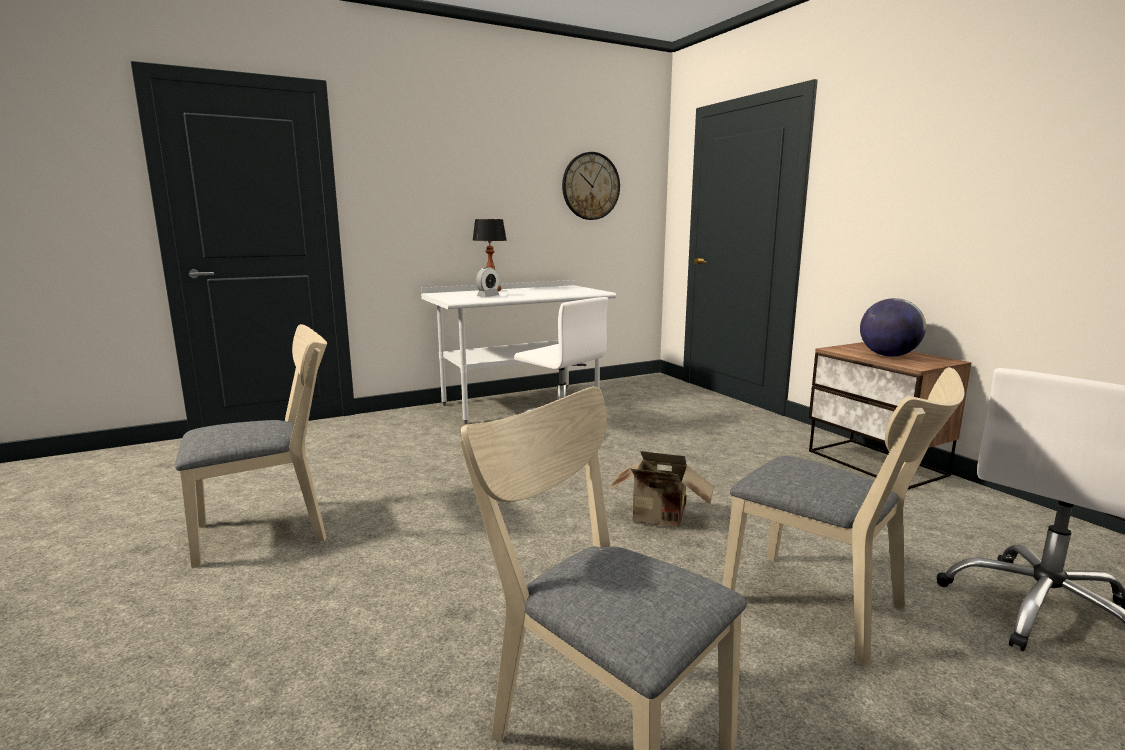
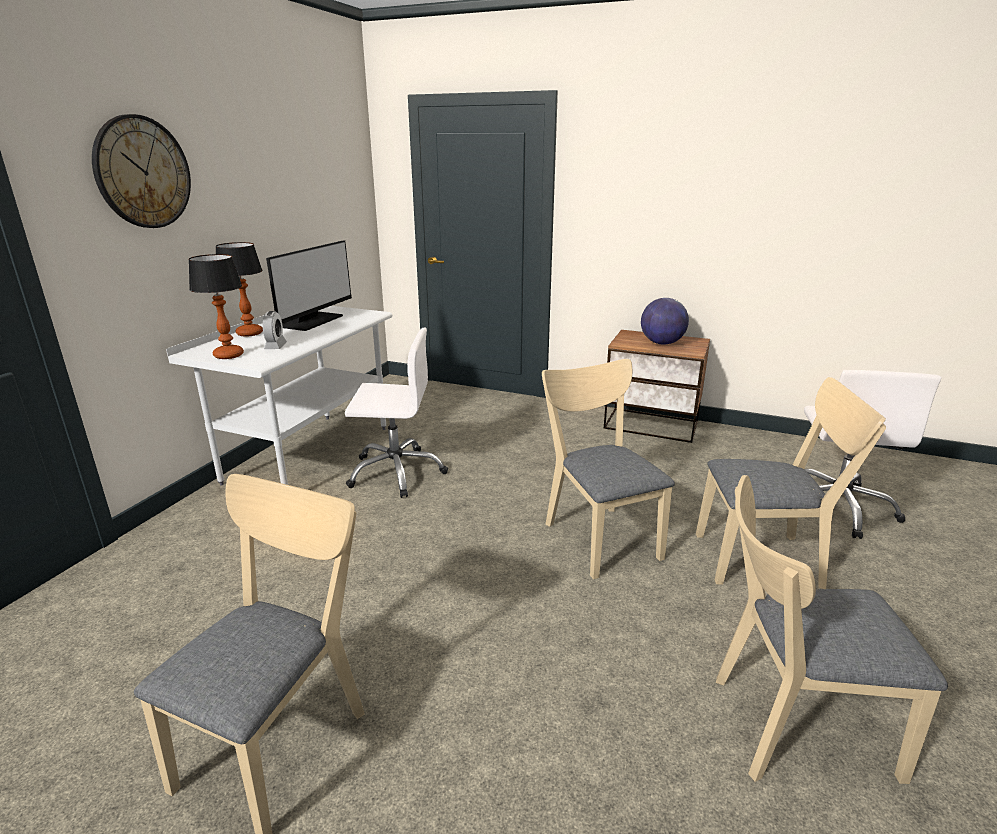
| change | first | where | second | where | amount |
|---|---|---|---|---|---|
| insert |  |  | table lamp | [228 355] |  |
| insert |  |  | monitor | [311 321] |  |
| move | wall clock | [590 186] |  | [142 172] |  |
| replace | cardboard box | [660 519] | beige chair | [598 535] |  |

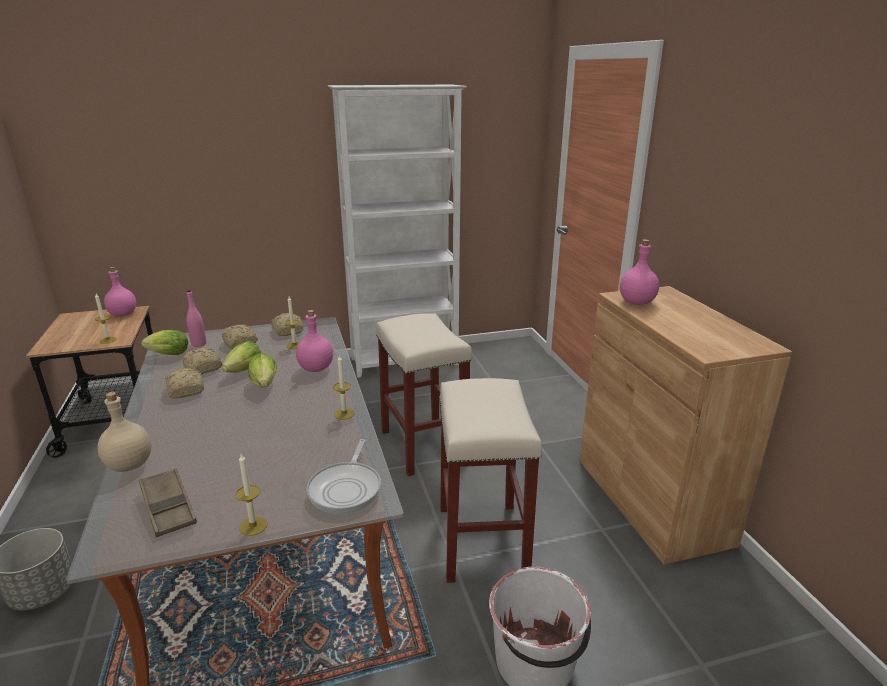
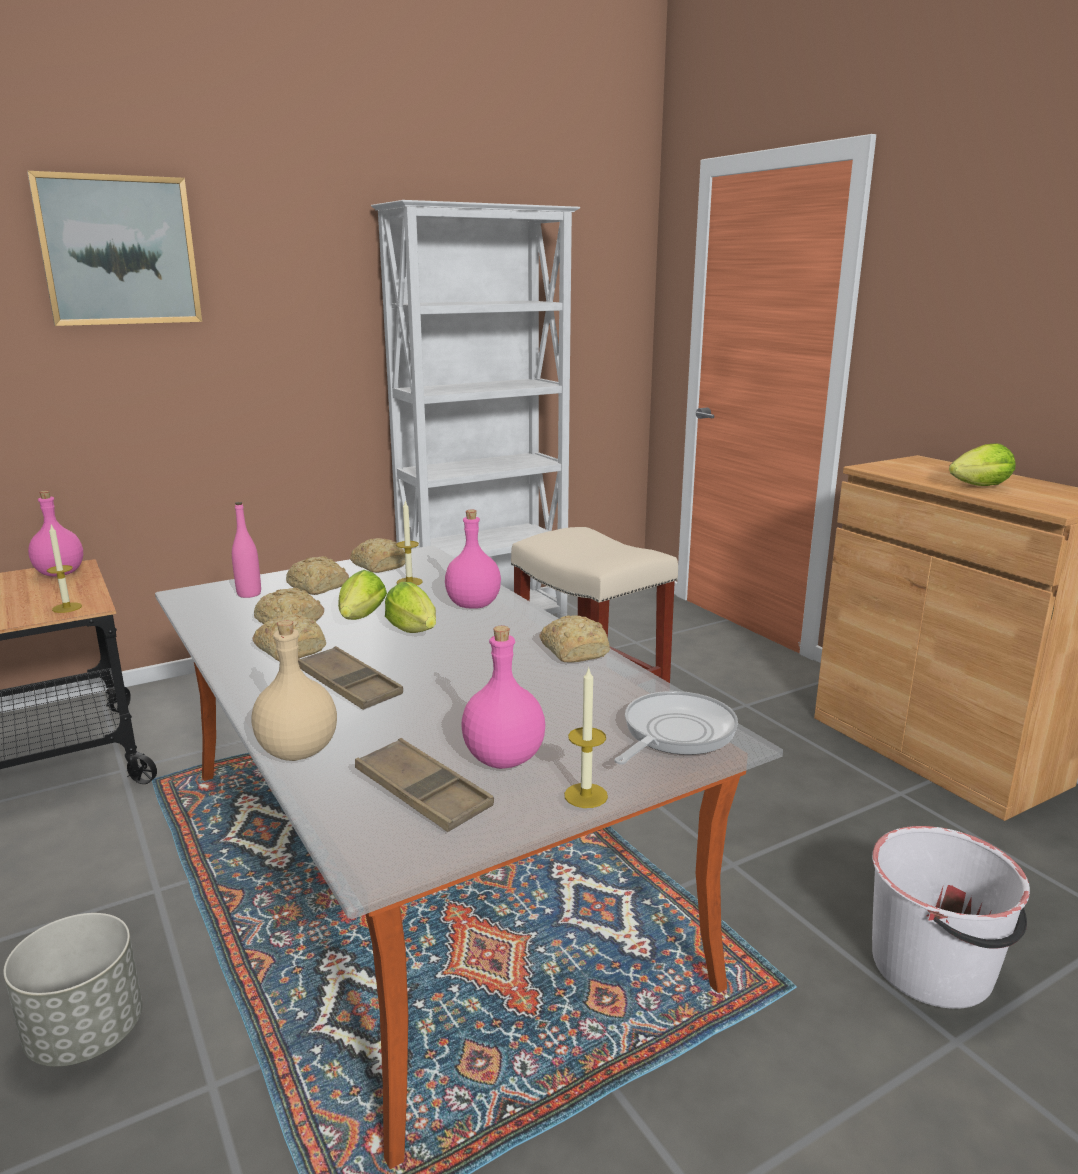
| change | first | where | second | where | amount |
|---|---|---|---|---|---|
| delete | beige stool | [483 542] |  |  |  |
| insert |  |  | picture | [119 251] |  |
| insert |  |  | brown tray | [349 685] |  |
| move | lettuce | [166 355] |  | [976 487] |  |
| move | pink bottle | [636 302] |  | [502 759] |  |
| replace | candle | [344 414] | bread | [575 651] |  |
| rotate | frying pan | [346 488] |  | [675 733] | 135 degrees counterclockwise |

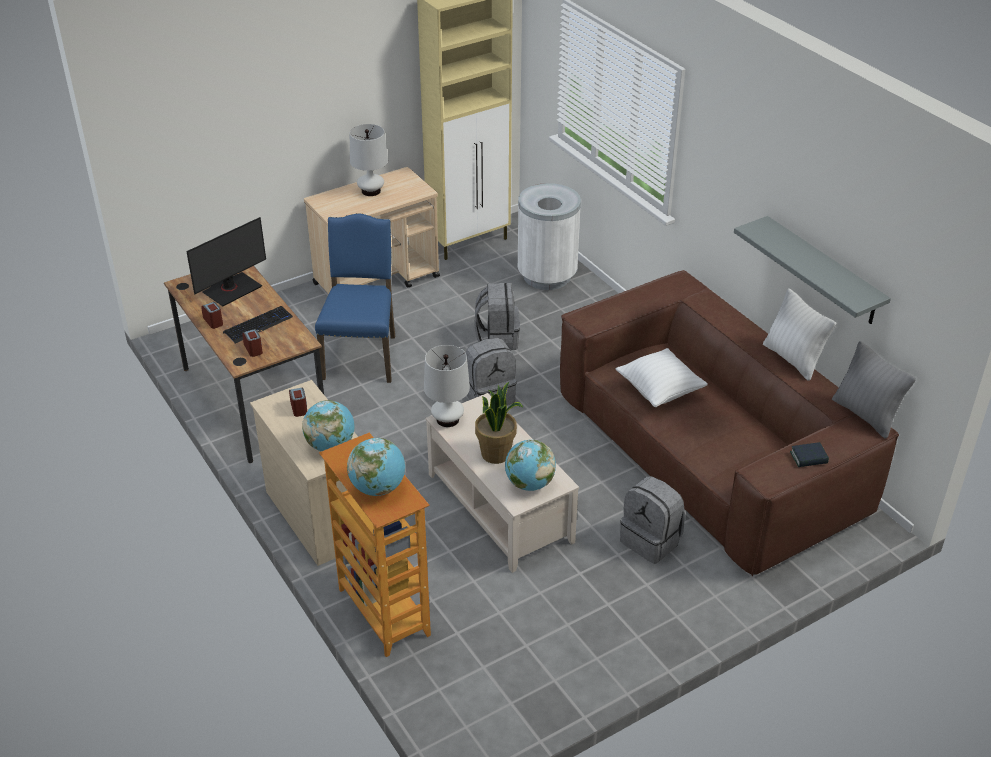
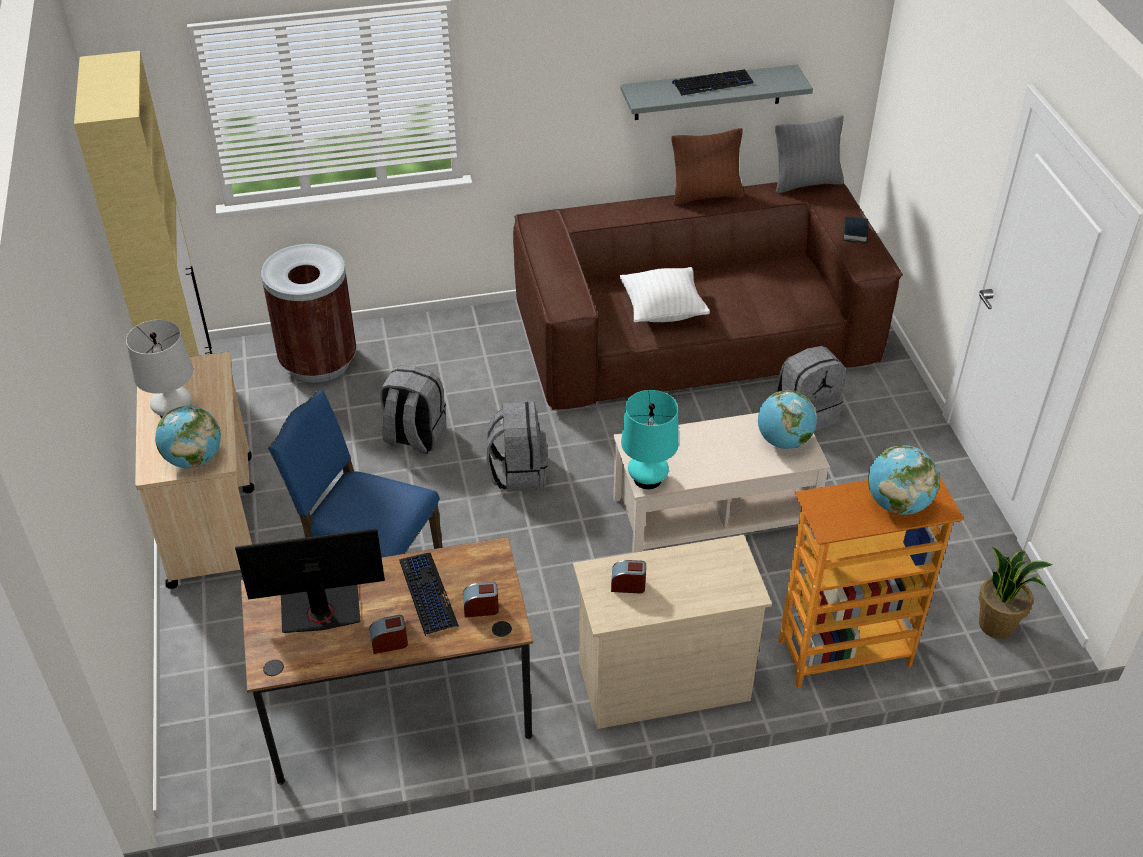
| change | first | where | second | where | amount |
|---|---|---|---|---|---|
| insert |  |  | keyboard | [712 83] |  |
| move | globe | [330 445] |  | [194 459] |  |
| move | potted plant | [496 454] |  | [997 624] |  |
| recolor | white table lamp | [447 419] | turquoise table lamp | [647 479] |  |
| recolor | white trash can | [547 276] | brown trash can | [319 361] |  |
| recolor | white pillow | [793 359] | brown pillow | [706 195] |  |
| rotate | monitor | [231 289] |  | [320 609] | 75 degrees counterclockwise |

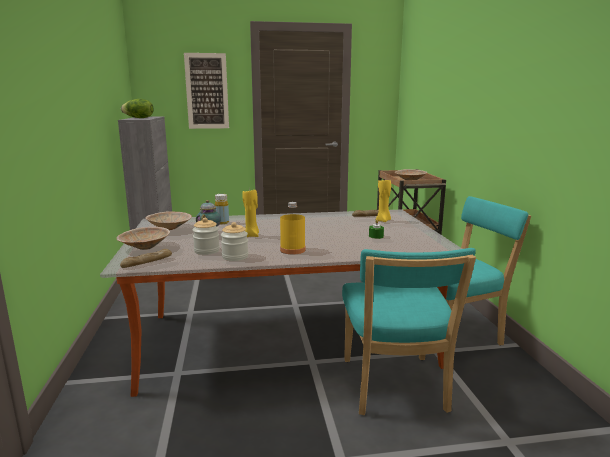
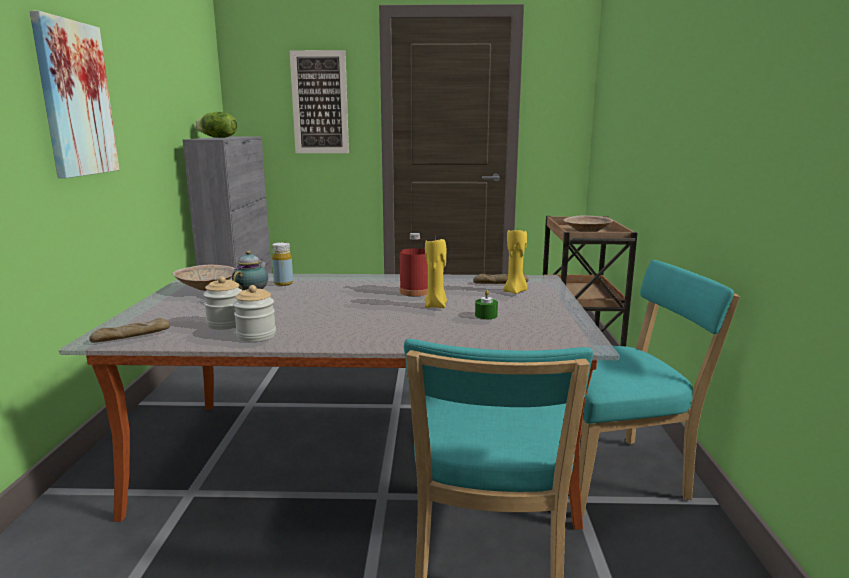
| change | first | where | second | where | amount |
|---|---|---|---|---|---|
| delete | beige bowl | [144 248] |  |  |  |
| delete | yellow bottle | [292 250] |  |  |  |
| insert |  |  | picture | [75 99] |  |
| insert |  |  | red bottle | [415 292] |  |
| move | yellow candle | [251 235] |  | [436 306] |  |

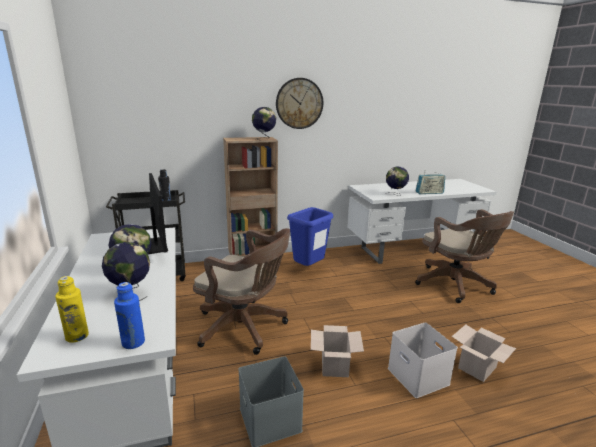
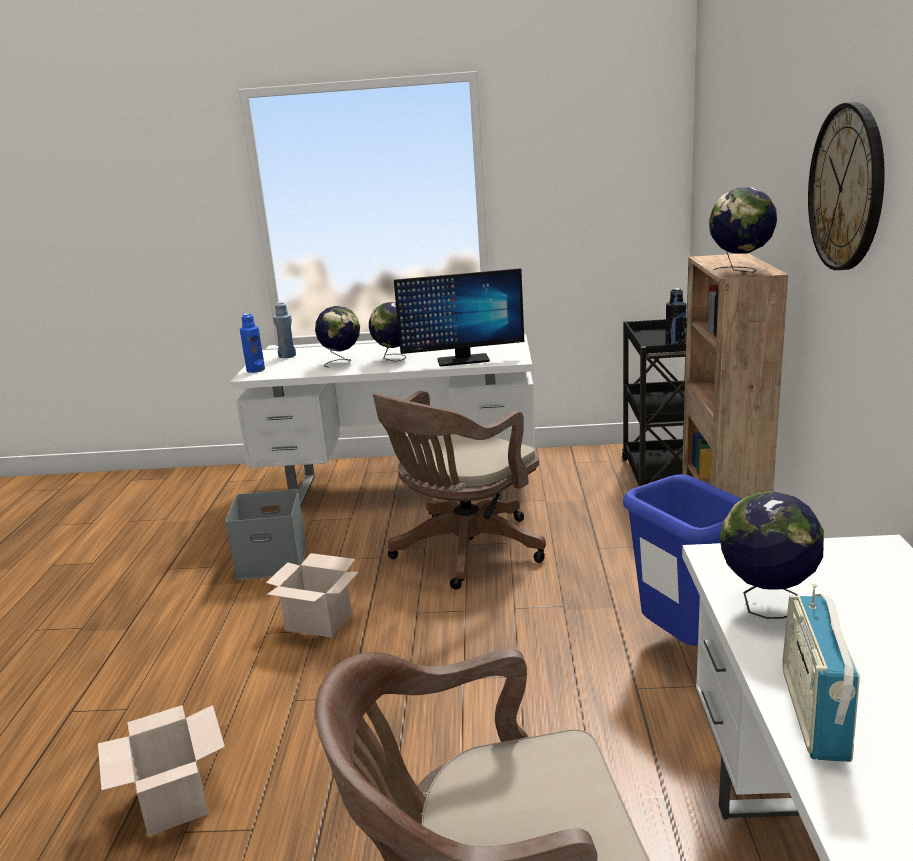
| change | first | where | second | where | amount |
|---|---|---|---|---|---|
| delete | white storage box | [416 376] |  |  |  |
| recolor | yellow bottle | [77 336] | blue bottle | [287 356] |  |

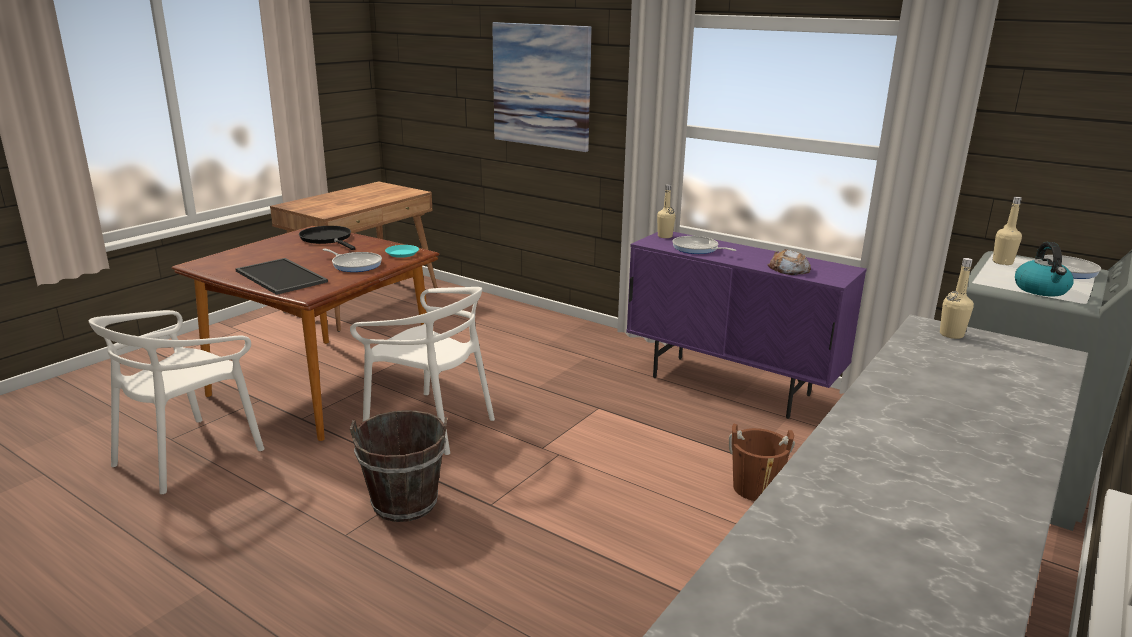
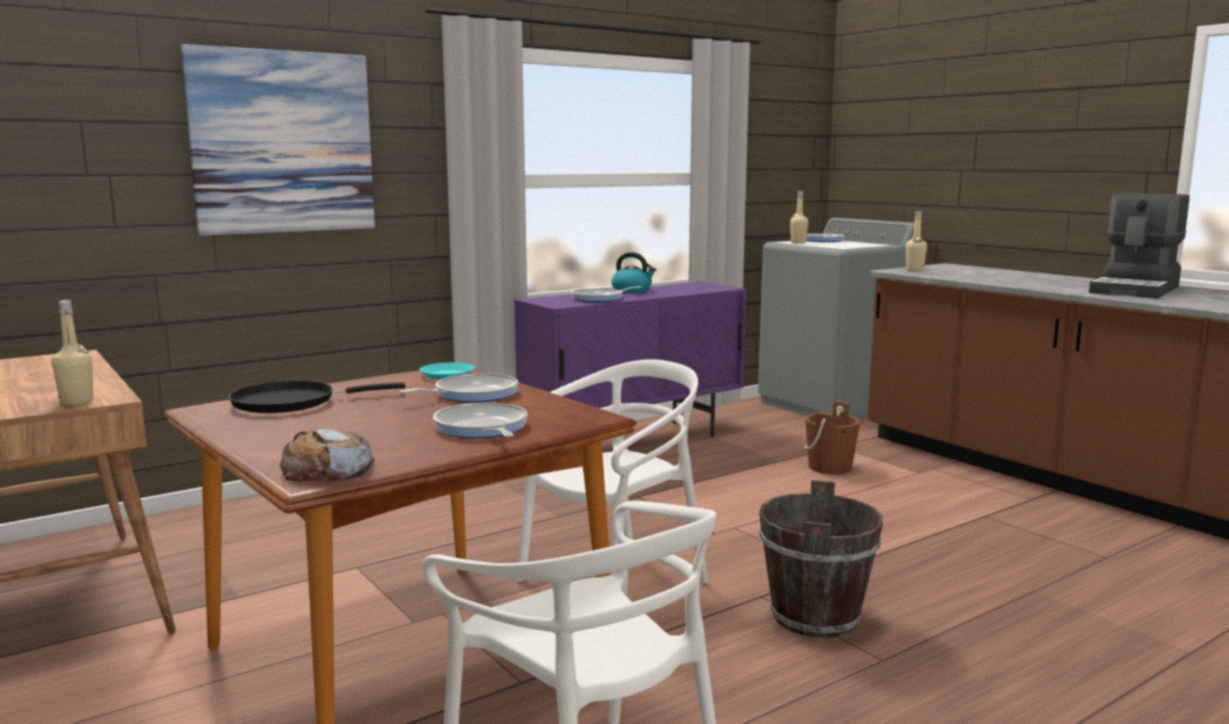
| change | first | where | second | where | amount |
|---|---|---|---|---|---|
| insert |  |  | coffee machine | [1136 290] |  |
| move | beige bottle | [665 236] |  | [77 402] |  |
| move | bread | [788 269] |  | [328 470] |  |
| move | kettle | [1041 290] |  | [632 291] |  |
| replace | tray | [279 276] | frying pan | [482 429] |  |

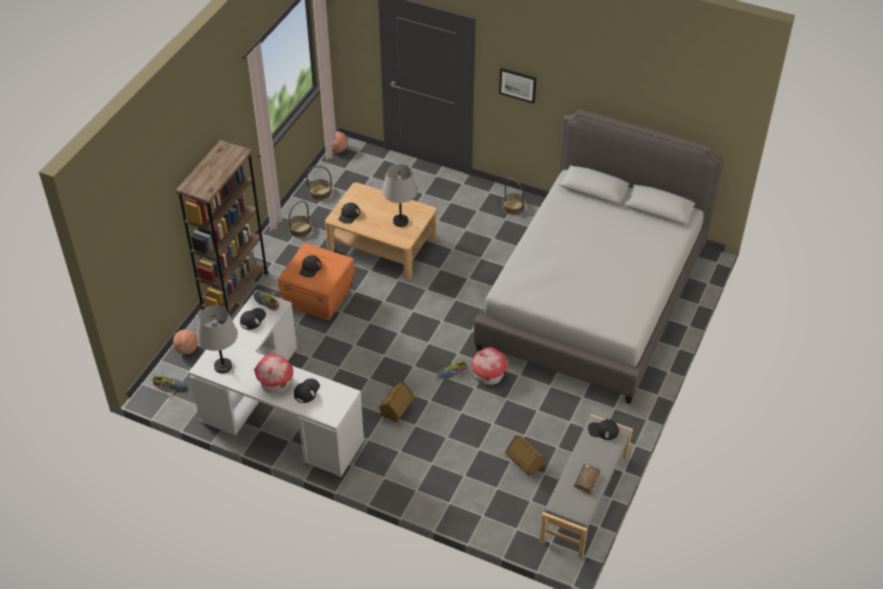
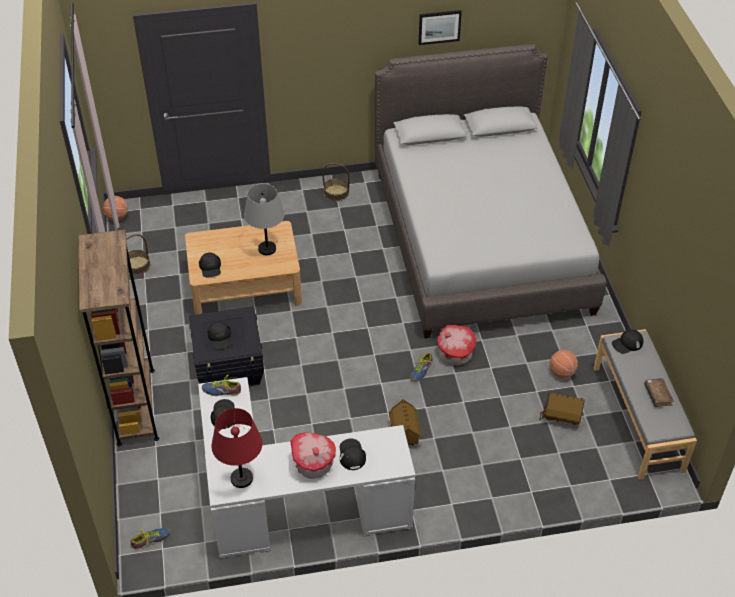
| change | first | where | second | where | amount |
|---|---|---|---|---|---|
| delete | basket | [300 229] |  |  |  |
| move | basketball | [187 349] |  | [562 372] |  |
| move | picture | [518 85] |  | [439 26] |  |
| recolor | grey table lamp | [223 366] | red table lamp | [241 479] |  |
| recolor | orange storage box | [319 298] | black storage box | [230 368] |  |

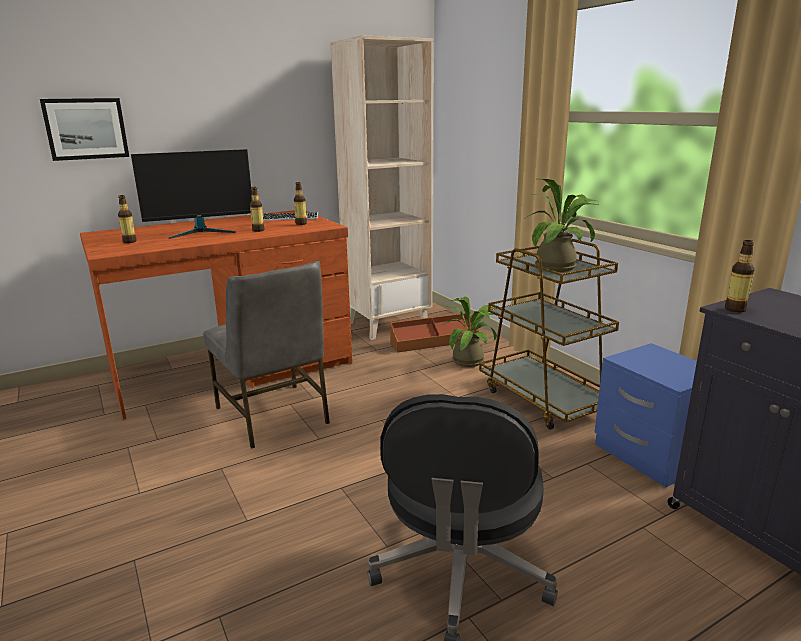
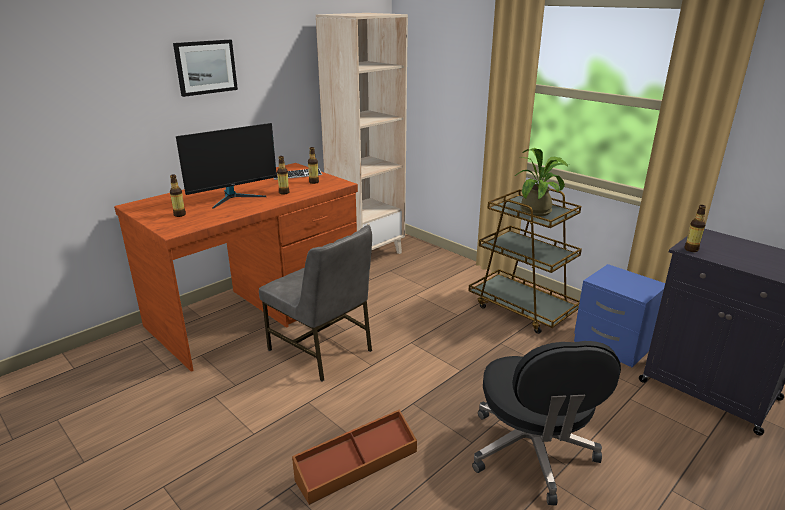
| change | first | where | second | where | amount |
|---|---|---|---|---|---|
| delete | potted plant | [471 360] |  |  |  |
| move | picture | [86 129] |  | [205 67] |  |
| move | brown storage box | [434 341] |  | [356 464] |  |

